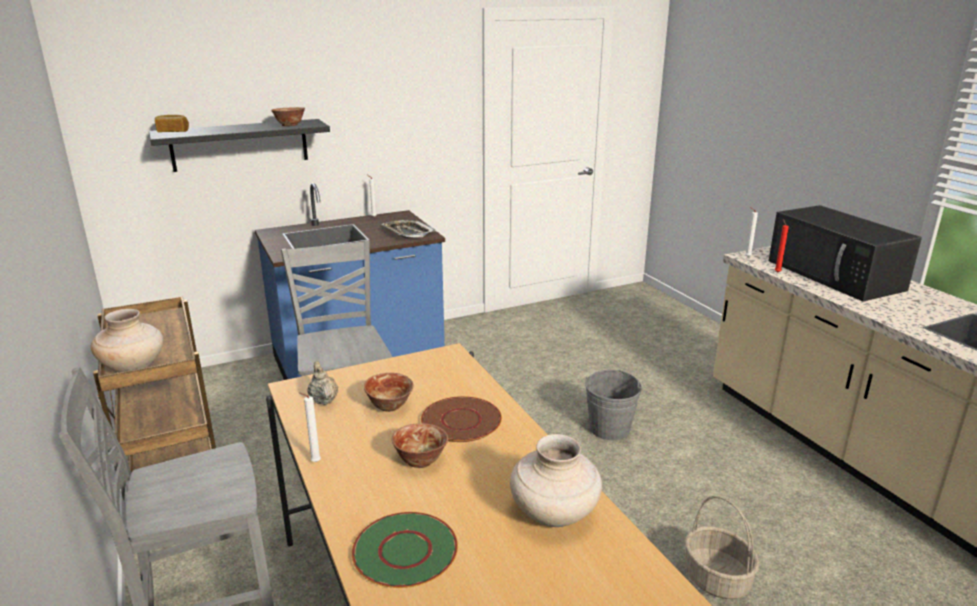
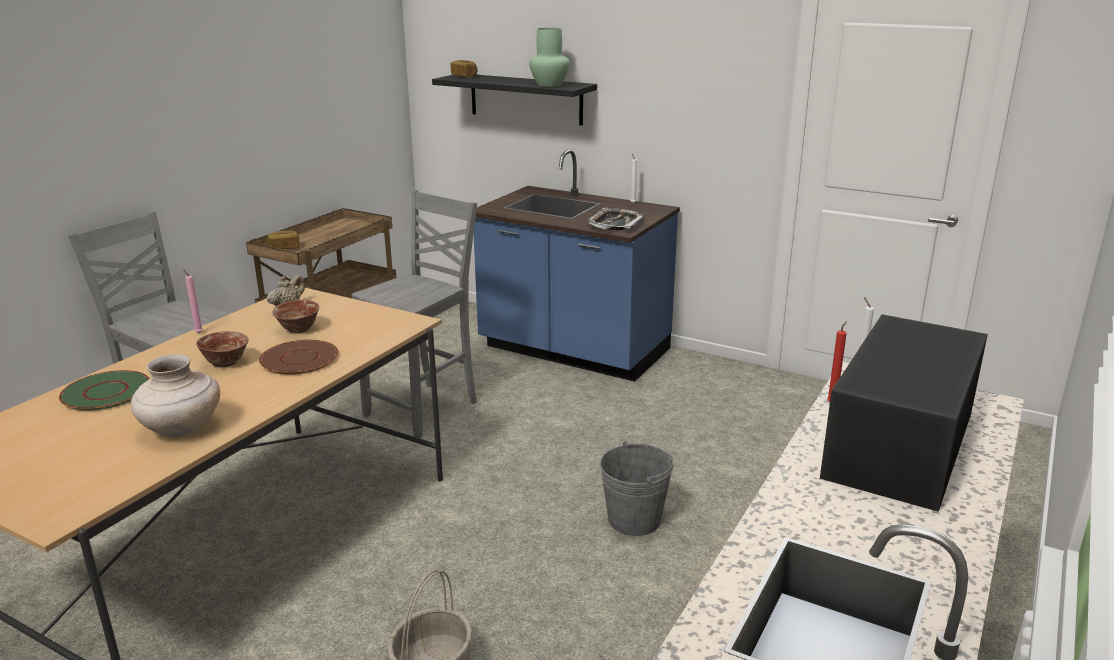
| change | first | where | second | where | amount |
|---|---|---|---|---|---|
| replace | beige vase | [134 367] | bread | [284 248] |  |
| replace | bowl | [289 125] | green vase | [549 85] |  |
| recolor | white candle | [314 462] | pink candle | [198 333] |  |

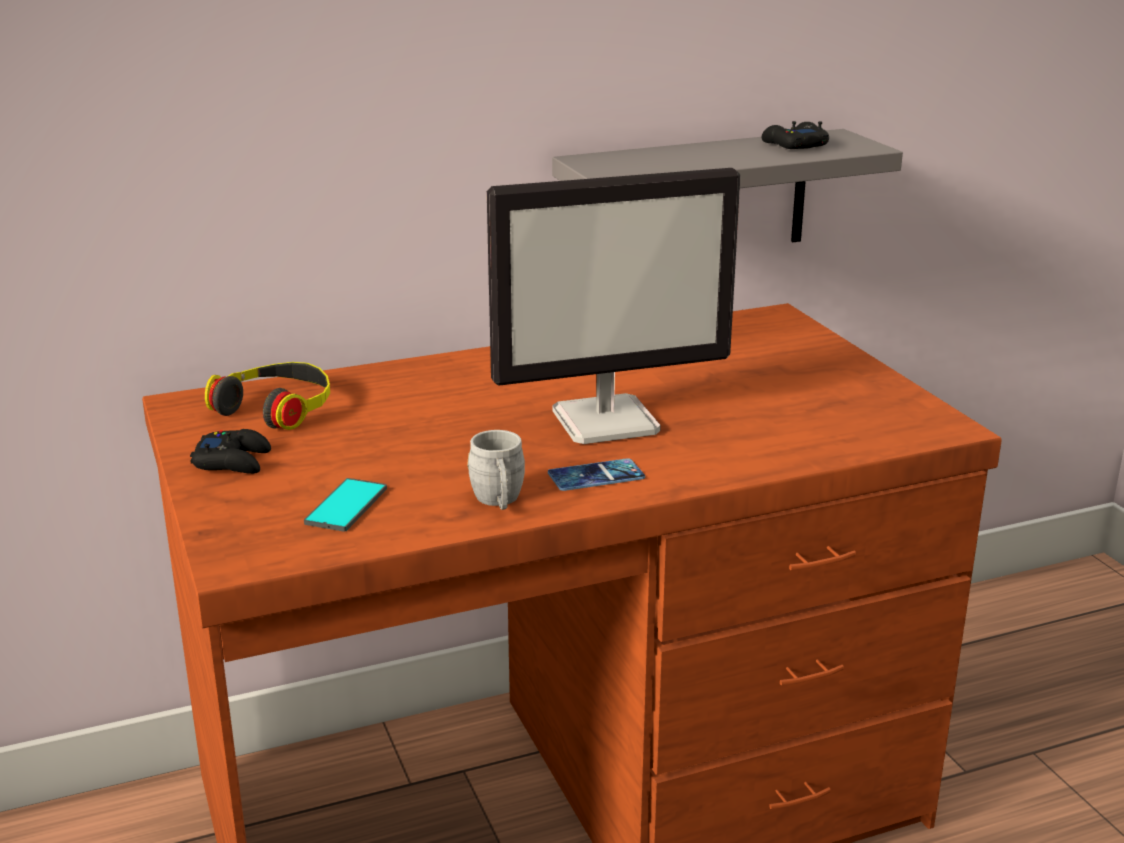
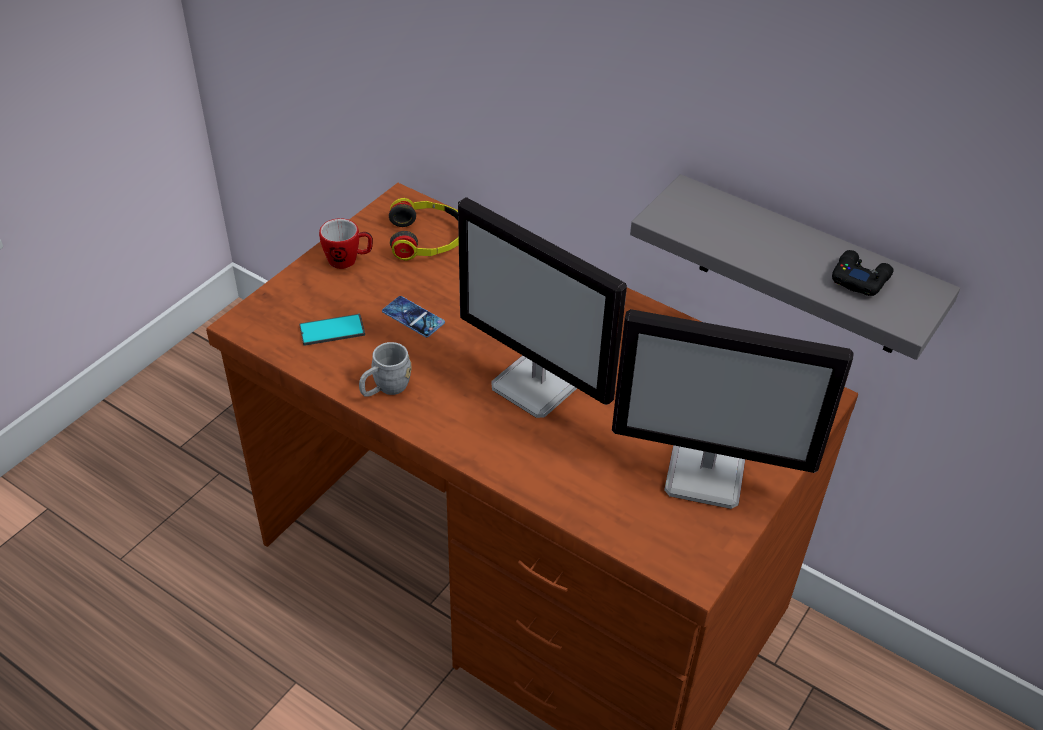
| change | first | where | second | where | amount |
|---|---|---|---|---|---|
| insert |  |  | monitor | [707 475] |  |
| move | phone | [596 476] |  | [413 317] |  |
| replace | black game controller | [233 461] | mug | [348 260] |  |

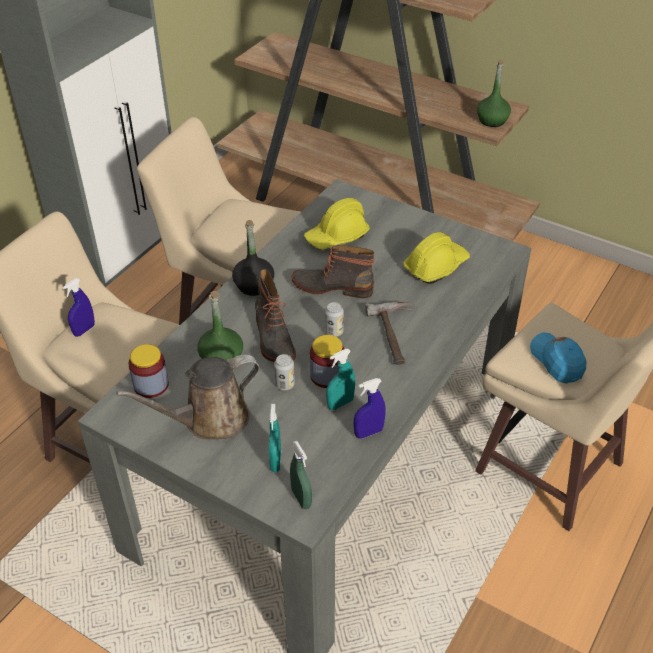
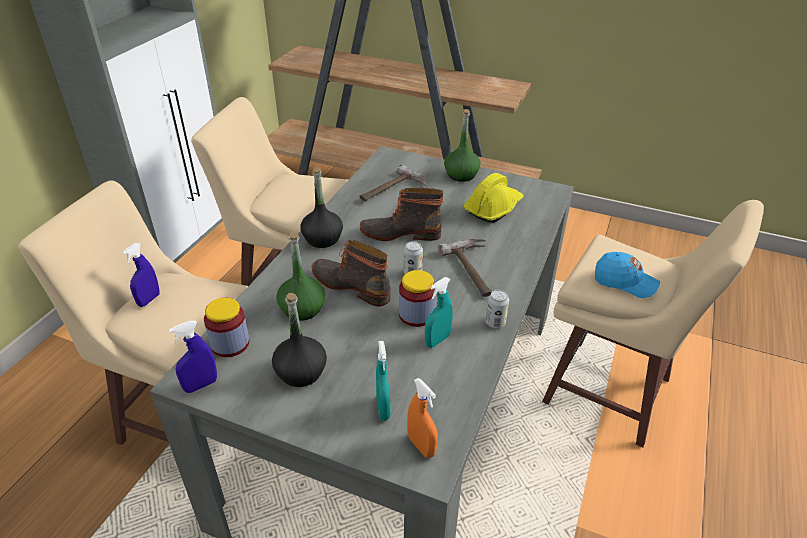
| change | first | where | second | where | amount |
|---|---|---|---|---|---|
| move | can | [285 384] |  | [495 323] |  |
| move | blue spray bottle | [368 432] |  | [201 385] |  |
| move | green bottle | [492 120] |  | [461 175] |  |
| replace | brown watering can | [210 419] | black bottle | [301 372] |  |
| replace | yellow hard hat | [337 236] | hammer | [393 191] |  |
| recolor | green spray bottle | [301 498] | orange spray bottle | [421 446] |  |
| rotate | boot | [273 339] |  | [352 285] | 150 degrees clockwise |
| rotate | blue cap | [557 361] |  | [625 282] | 150 degrees clockwise |

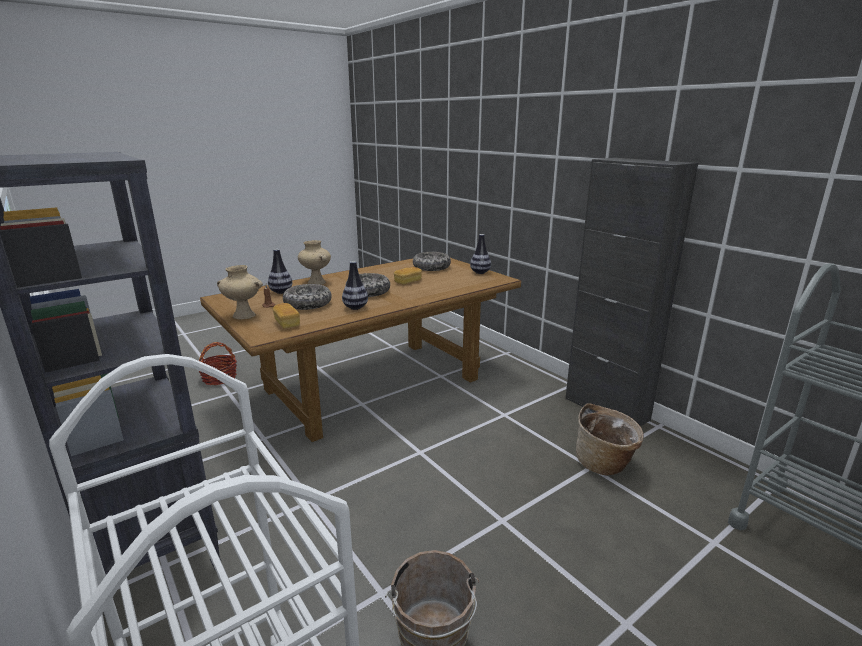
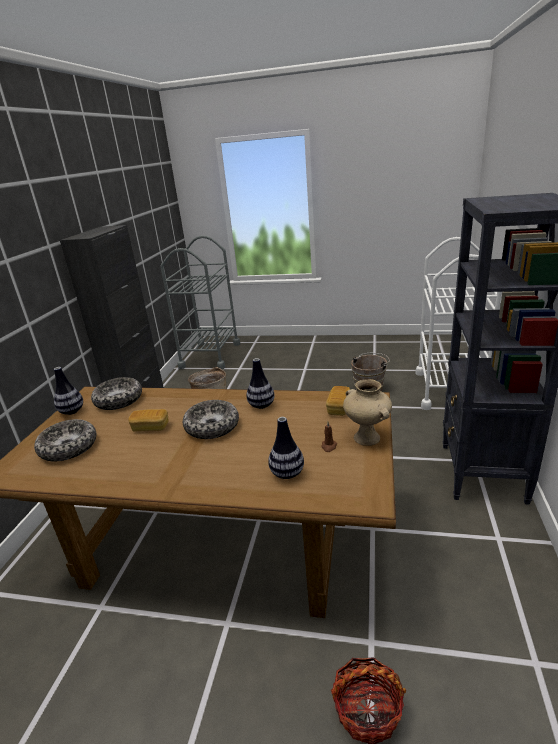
| change | first | where | second | where | amount |
|---|---|---|---|---|---|
| delete | beige vase | [316 282] |  |  |  |
| move | bowl | [307 304] |  | [119 400] |  |

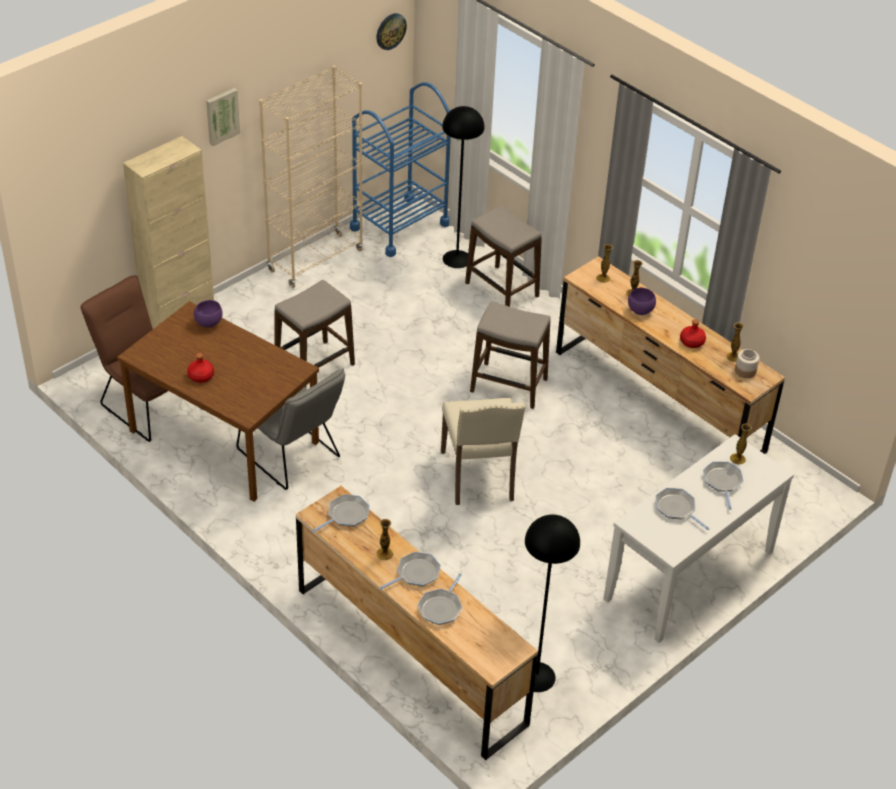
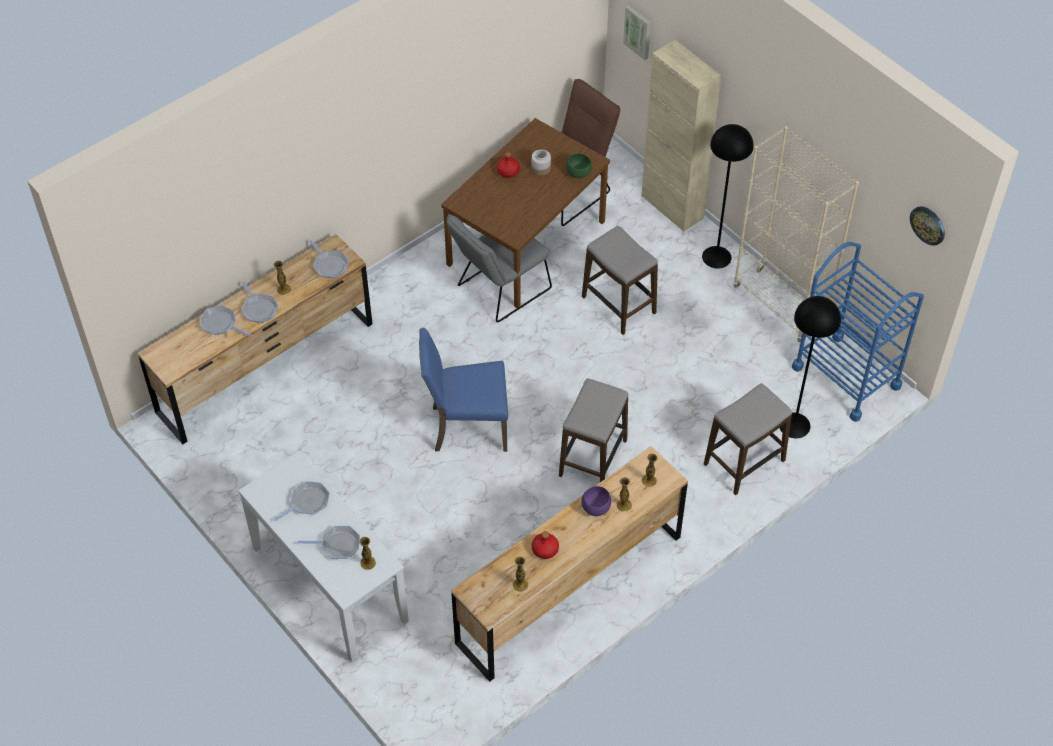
| change | first | where | second | where | amount |
|---|---|---|---|---|---|
| move | picture | [221 116] |  | [638 31] |  |
| move | black floor lamp | [537 676] |  | [716 257] |  |
| move | jar | [745 371] |  | [541 169] |  |
| recolor | purple bowl | [208 323] | green bowl | [579 173] |  |
| recolor | beige chair | [479 477] | blue chair | [467 427] |  |

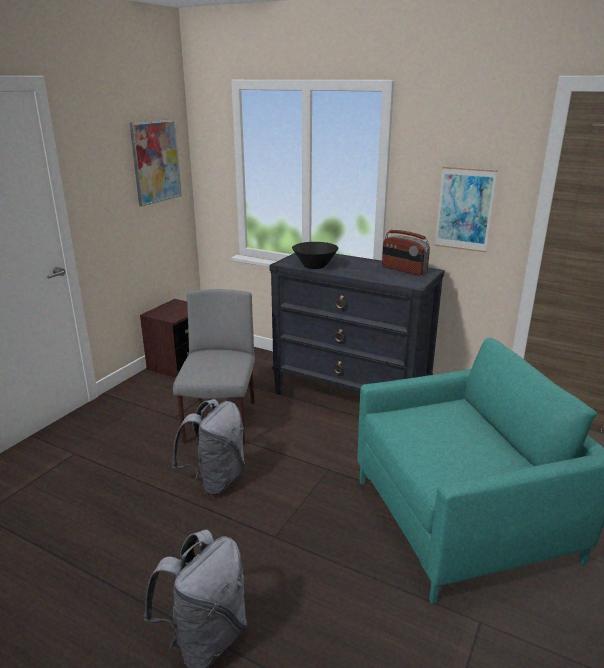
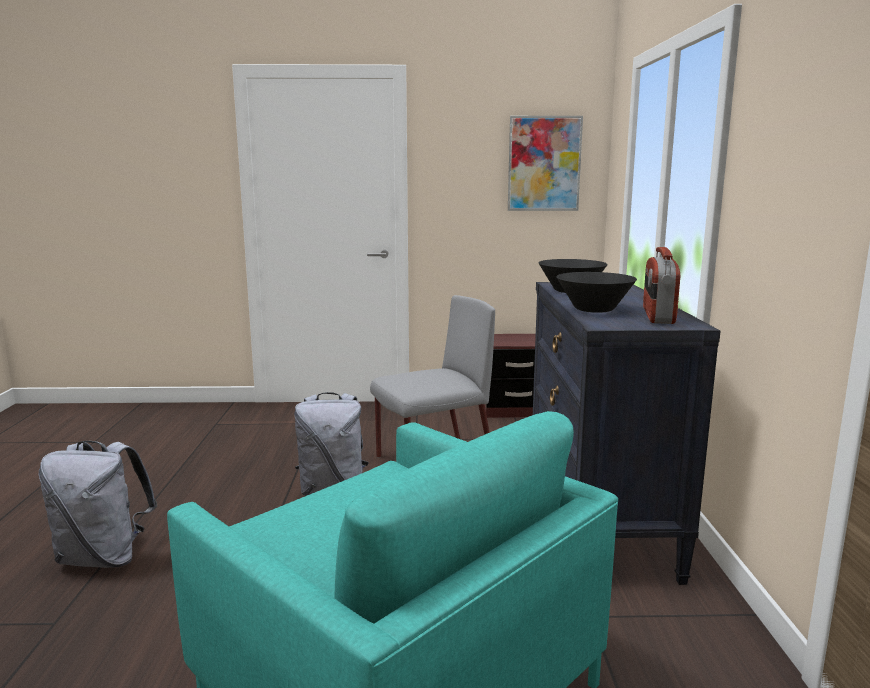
| change | first | where | second | where | amount |
|---|---|---|---|---|---|
| delete | picture | [464 209] |  |  |  |
| insert |  |  | black bowl | [594 309] |  |

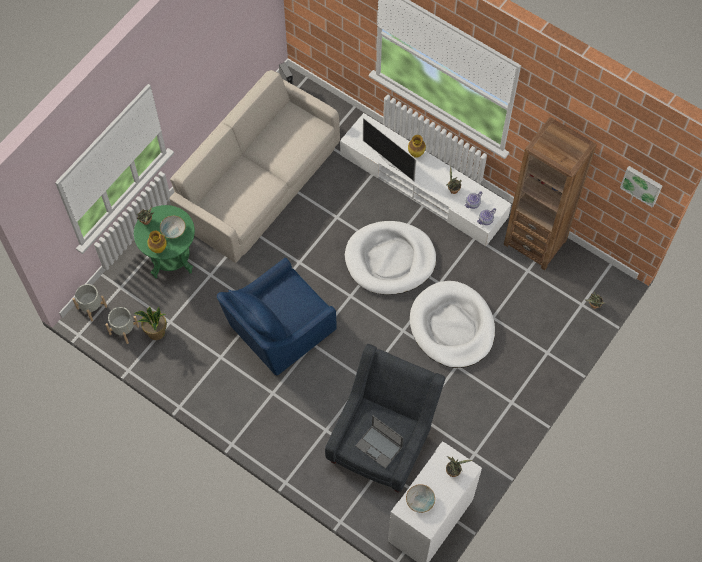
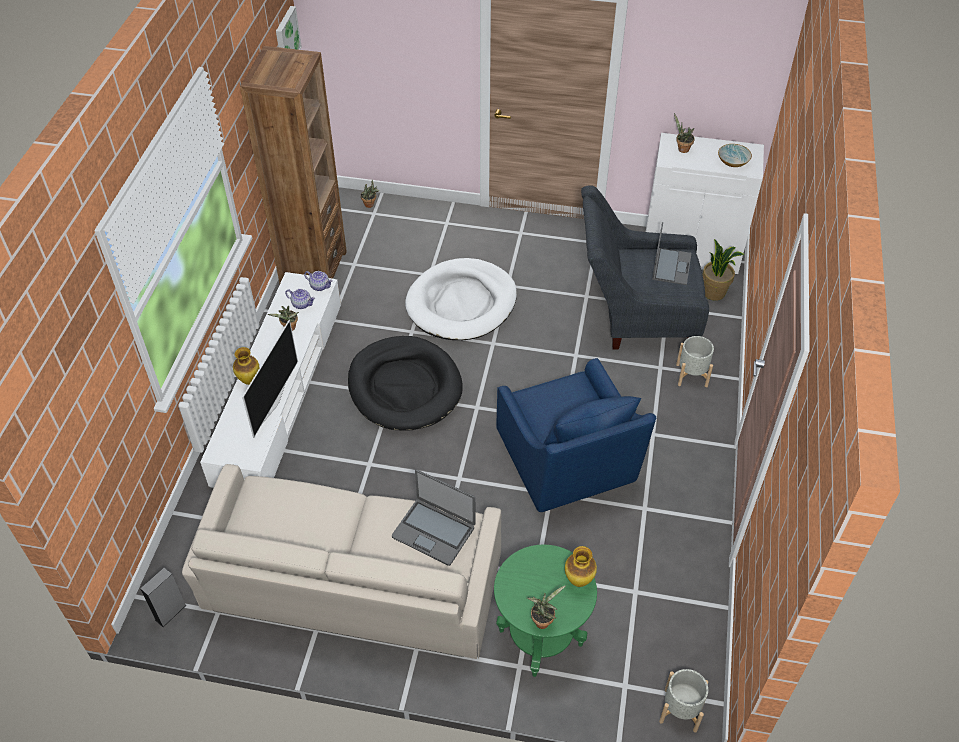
| change | first | where | second | where | amount |
|---|---|---|---|---|---|
| delete | bowl | [173 230] |  |  |  |
| insert |  |  | laptop | [434 531] |  |
| move | grey planter | [124 330] |  | [691 375] |  |
| move | potted plant | [156 332] |  | [714 293] |  |
| recolor | white dog bed | [390 259] | black dog bed | [404 387] |  |
| rotate | blue armchair | [278 330] |  | [567 461] | 45 degrees clockwise |

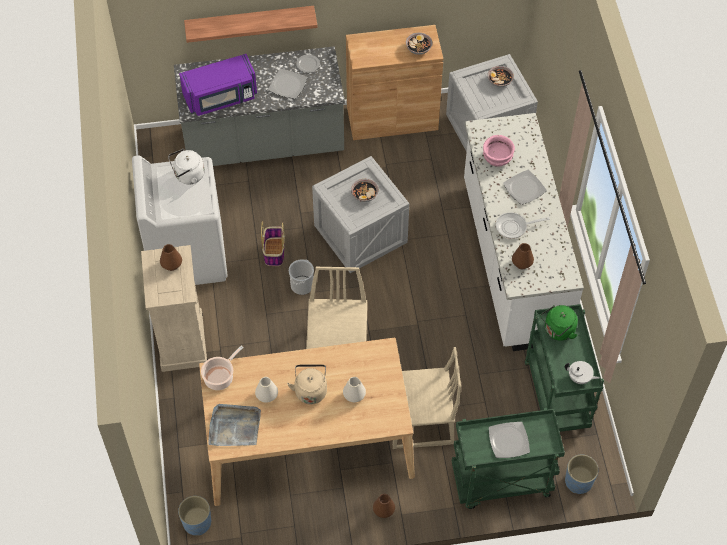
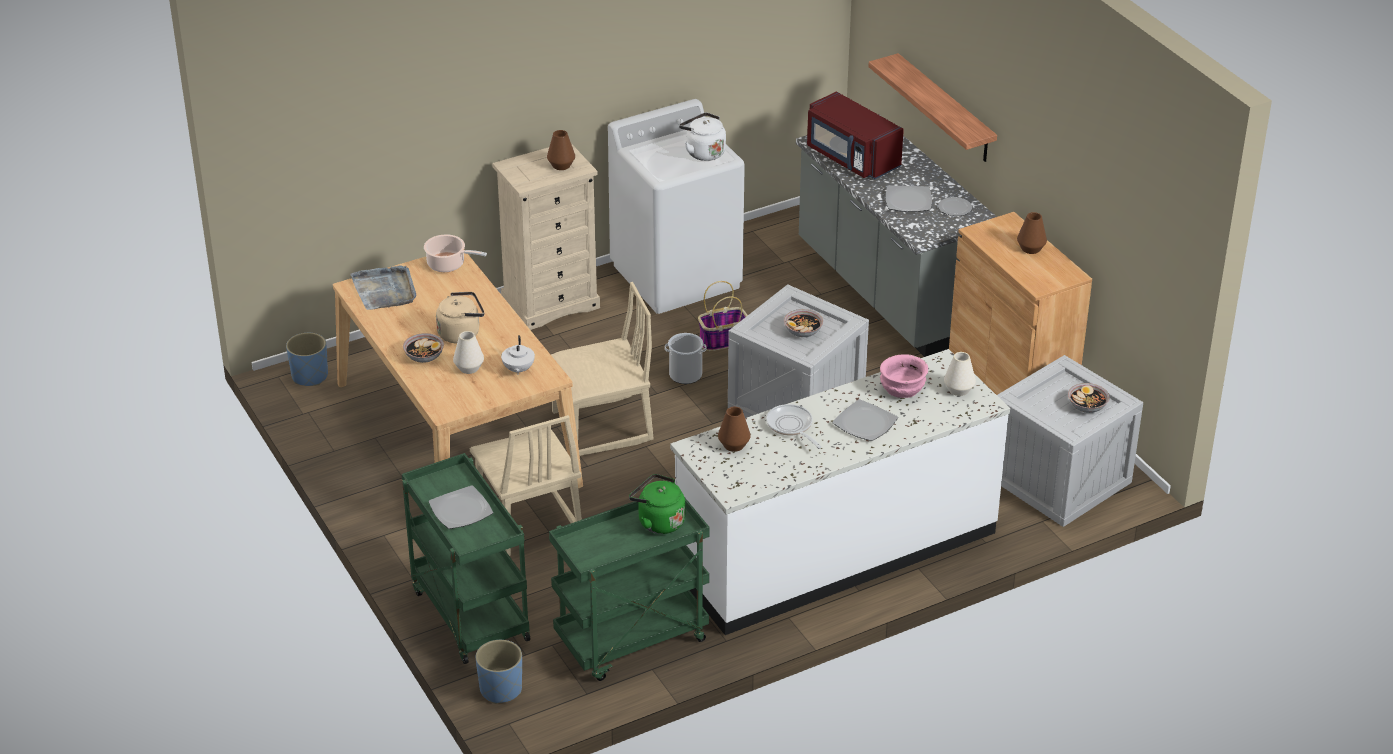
| change | first | where | second | where | amount |
|---|---|---|---|---|---|
| move | white vase | [267 396] |  | [958 389] |  |
| move | brown vase | [383 510] |  | [1030 248] |  |
| move | bowl | [418 48] |  | [424 356] |  |
| move | white teapot | [579 378] |  | [518 370] |  |
| recolor | purple microwave | [221 97] | red microwave | [851 158] |  |

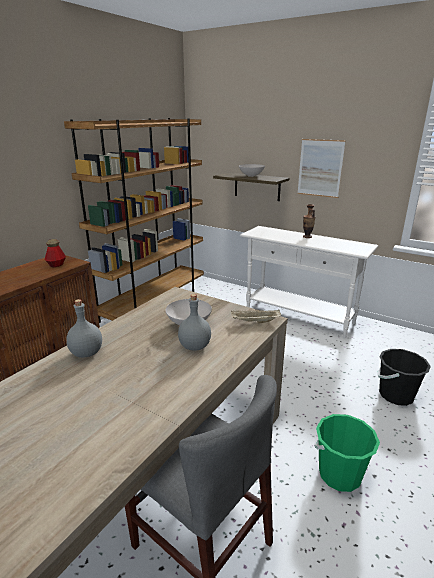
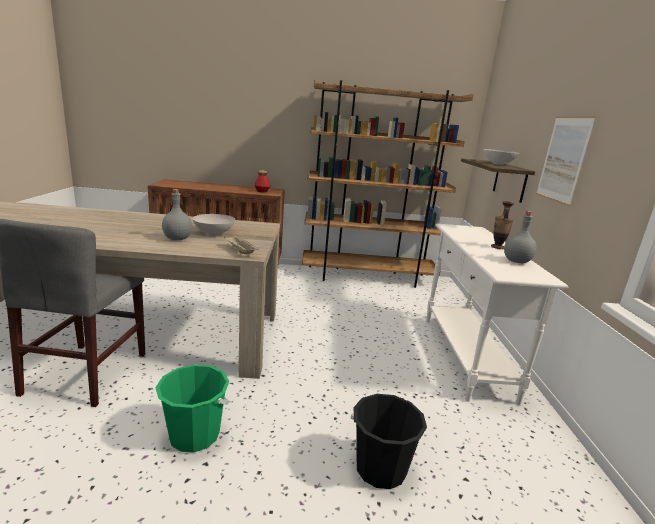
| change | first | where | second | where | amount |
|---|---|---|---|---|---|
| move | grey bottle | [86 353] |  | [516 261] |  |

